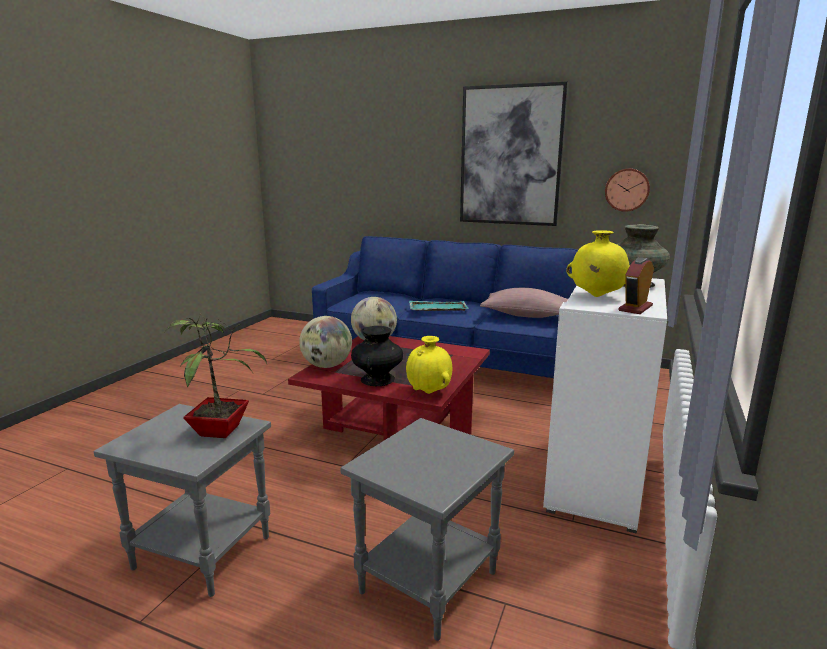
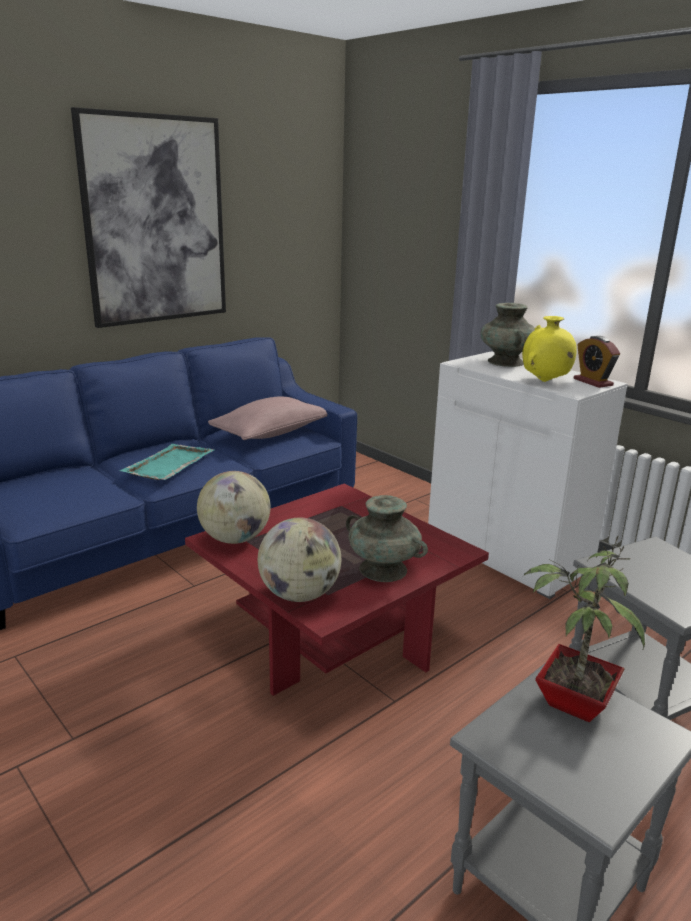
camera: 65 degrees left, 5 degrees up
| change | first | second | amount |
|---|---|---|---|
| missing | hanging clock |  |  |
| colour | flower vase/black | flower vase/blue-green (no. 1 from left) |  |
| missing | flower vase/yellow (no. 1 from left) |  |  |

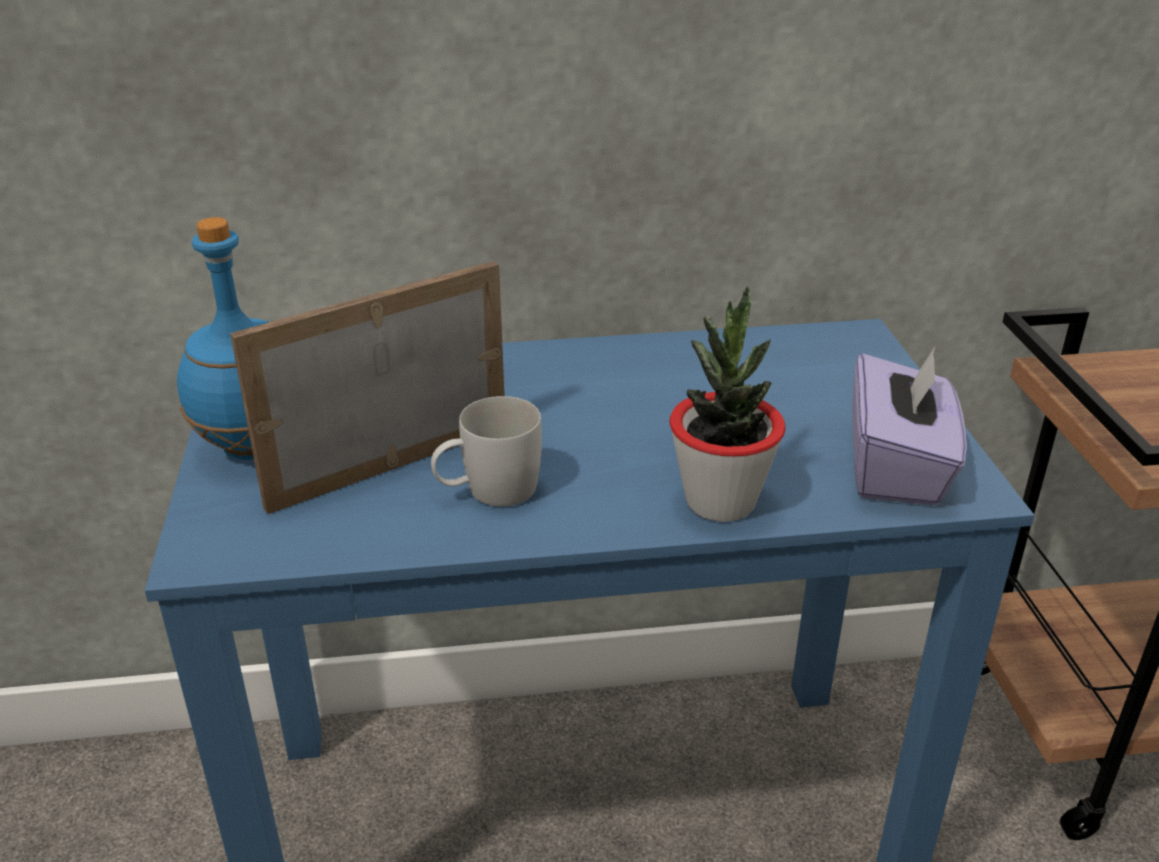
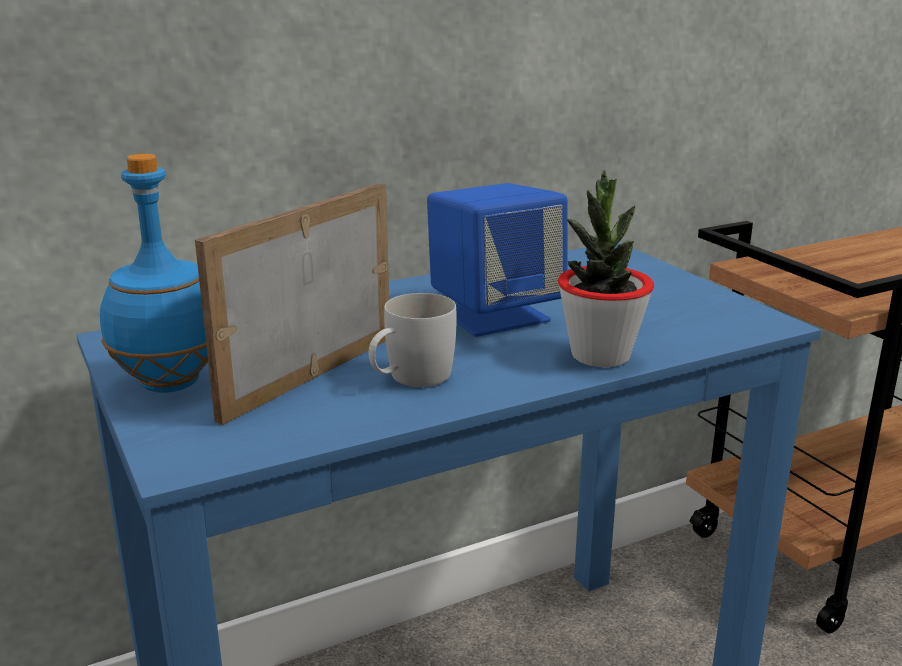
camera: 20 degrees left, 10 degrees down
| change | first | second | amount |
|---|---|---|---|
| missing | tissue holder/purple |  |  |
| appeared |  | loudspeaker/blue |  |

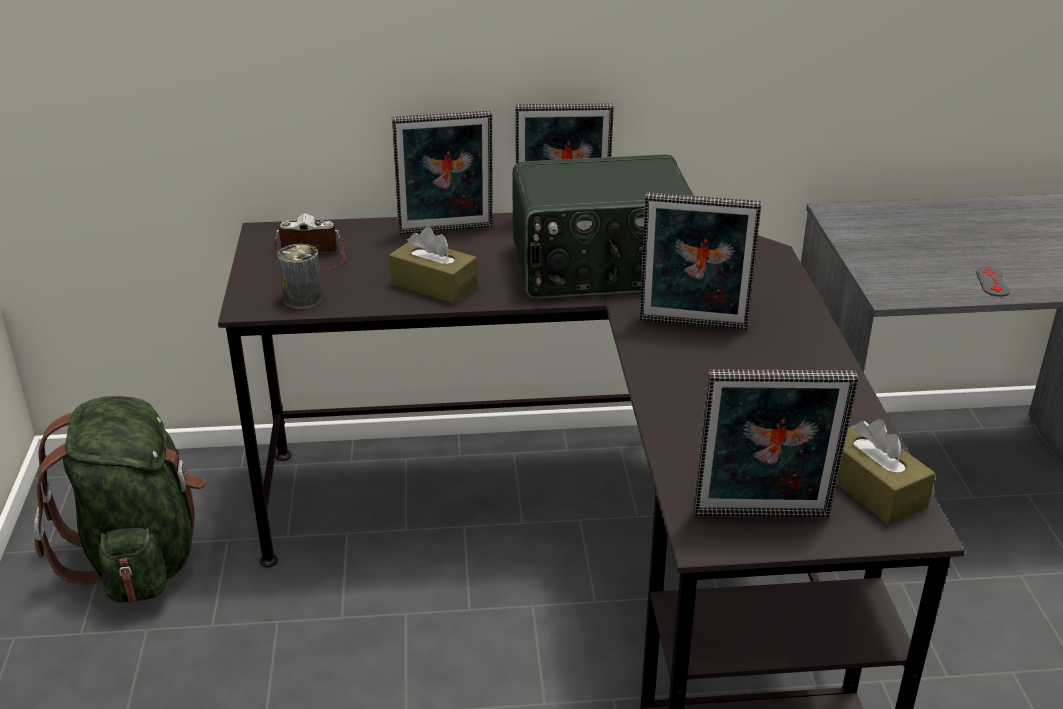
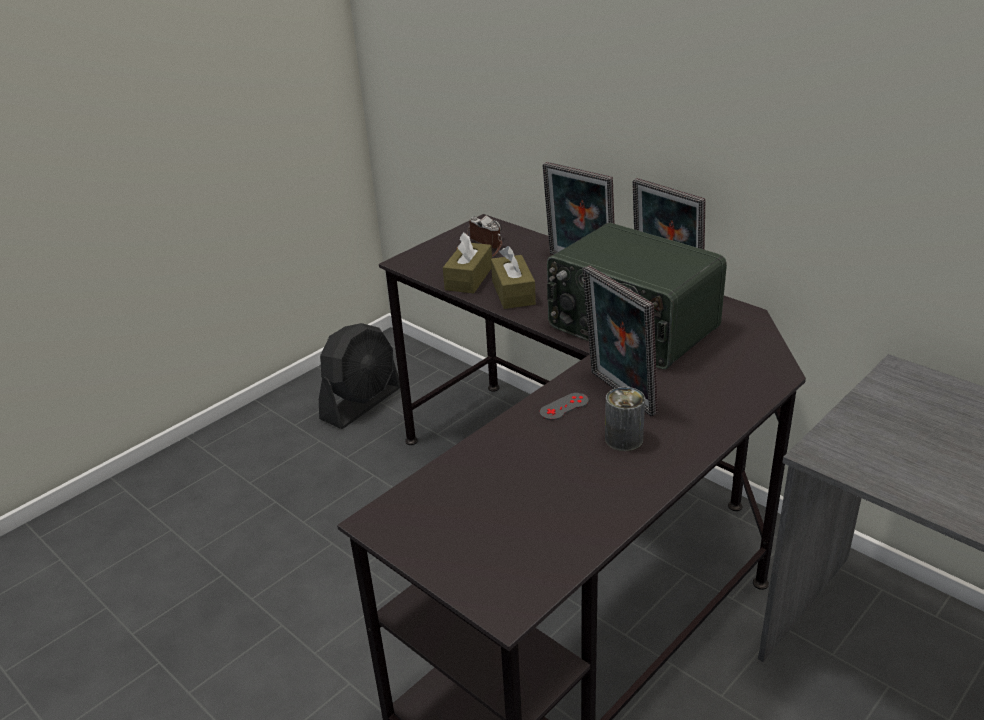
camera: 50 degrees right, 0 degrees up
| change | first | second | amount |
|---|---|---|---|
| relocated | sealed can |  |  |
| relocated | joypad/gray |  |  |
| missing | picture frame (no. 4 from left) |  |  |
| exchanged | backpack/green | cooling fan/black |  |
| relocated | tissue holder/brown (no. 2 from left in the first image) | tissue holder/brown (no. 1 from left) |  |

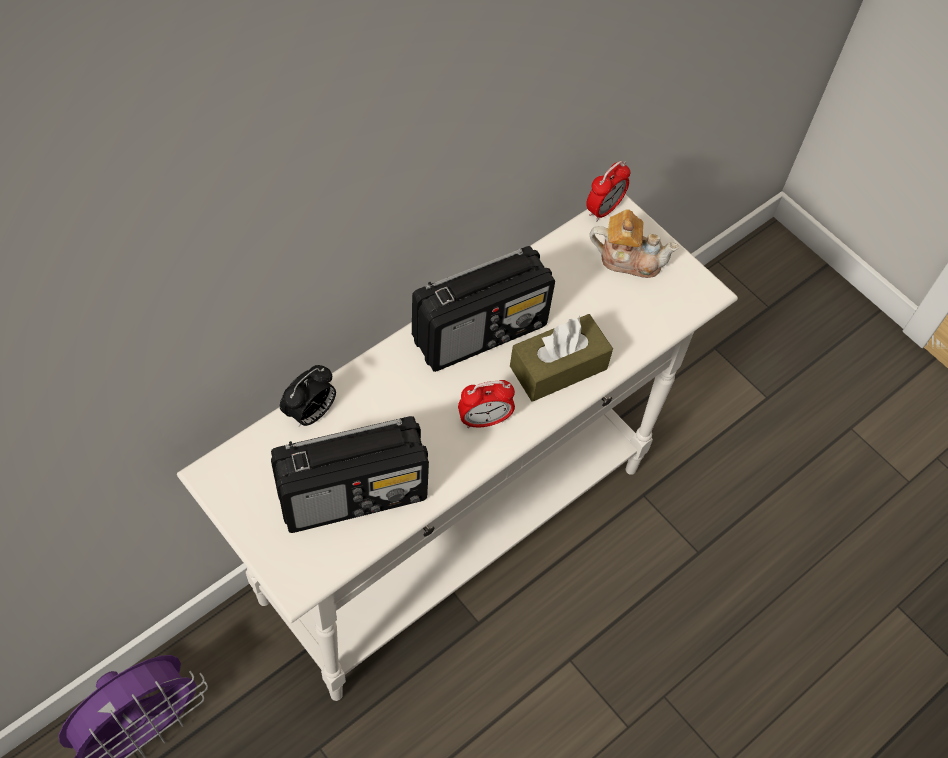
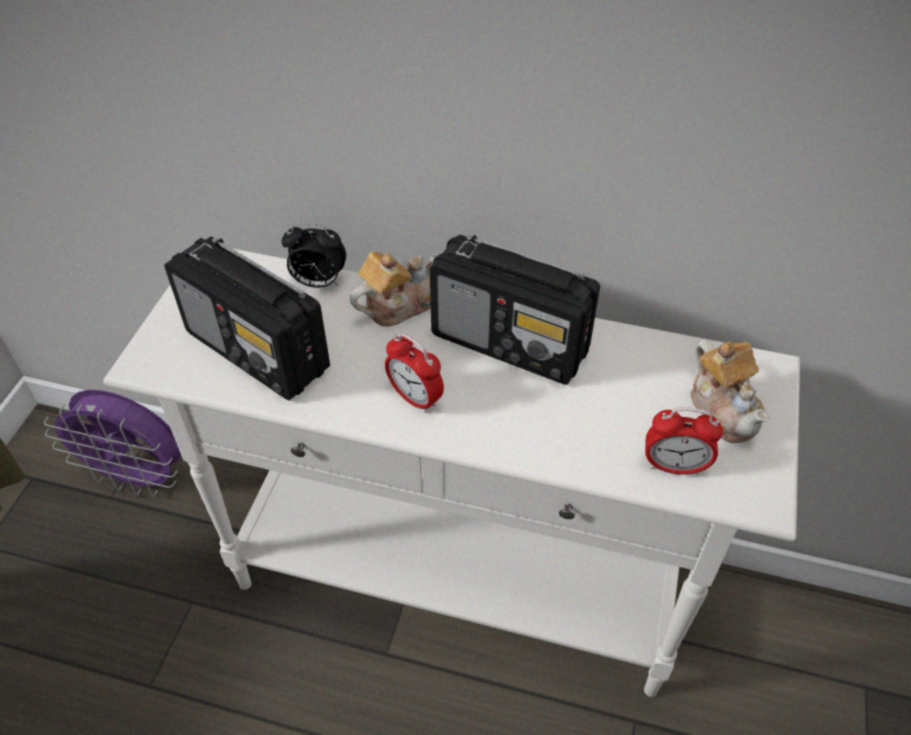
camera: 60 degrees right, 10 degrees down
| change | first | second | amount |
|---|---|---|---|
| relocated | table clock (no. 3 from left) |  |  |
| missing | tissue holder/brown |  |  |
| appeared |  | pot for tea (no. 1 from left) |  |

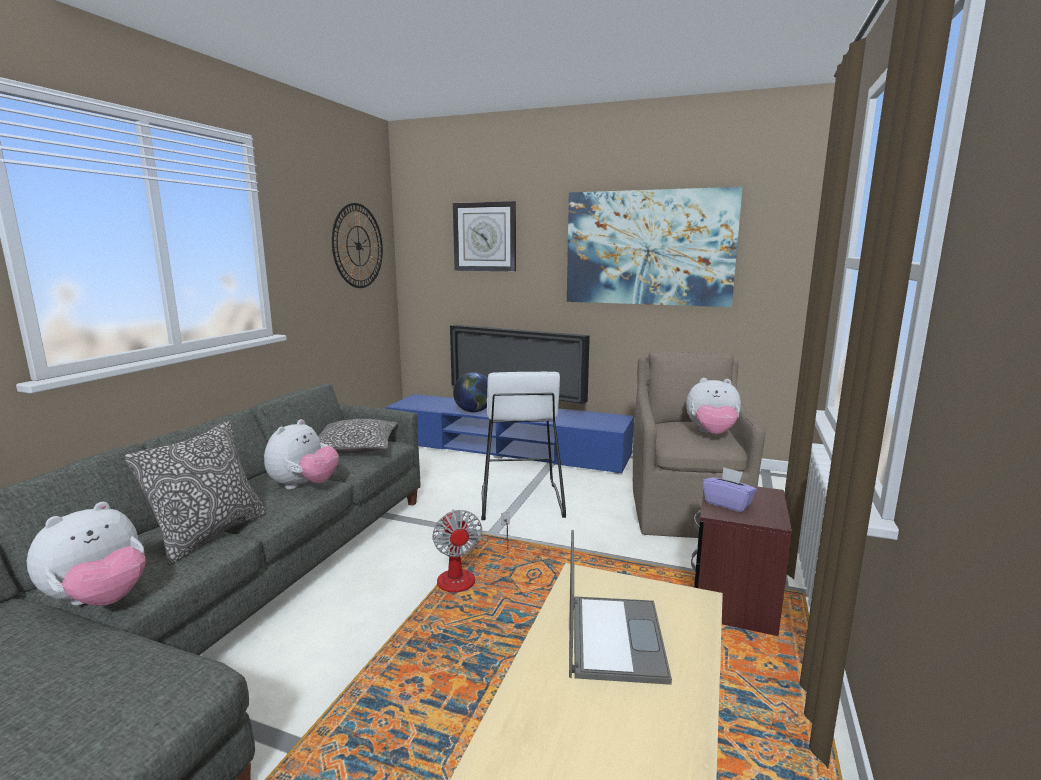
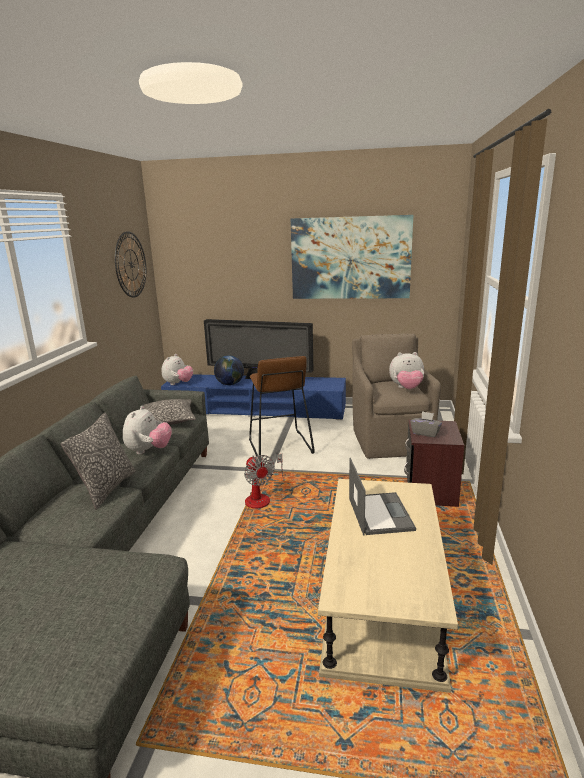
camera: 10 degrees left, 5 degrees up
| change | first | second | amount |
|---|---|---|---|
| missing | hanging clock (no. 2 from left) |  |  |
| colour | stool/white-coloured | stool/brown |  |
| colour | tissue holder/purple | tissue holder/gray |  |
| relocated | cuddly toy (no. 1 from left in the first image) | cuddly toy (no. 2 from left) |  |

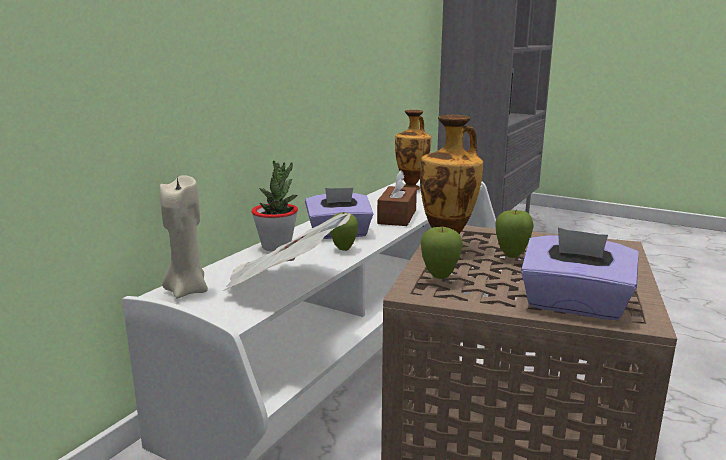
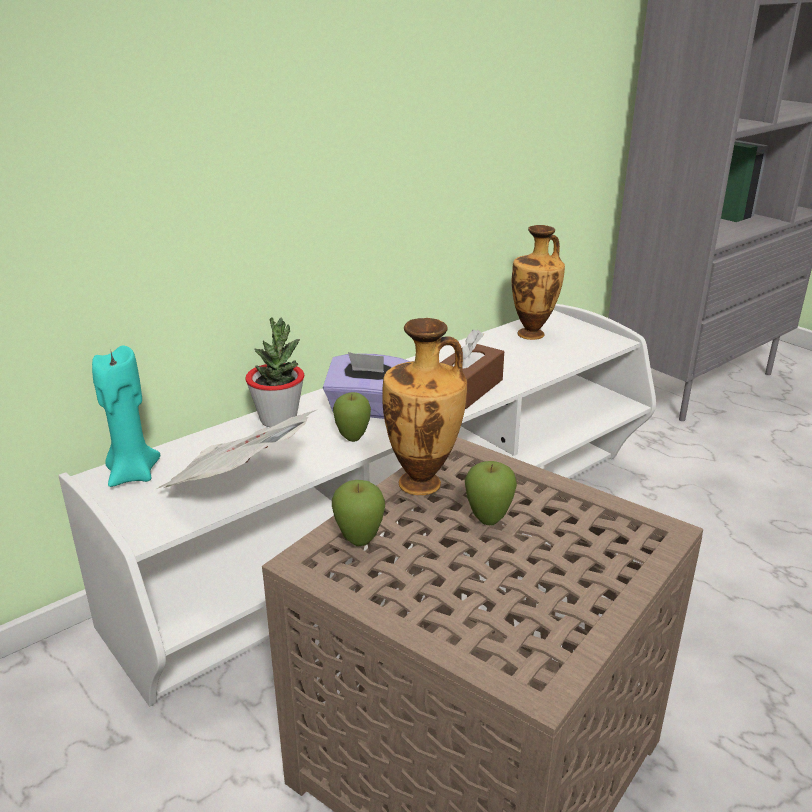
camera: 20 degrees right, 10 degrees up
| change | first | second | amount |
|---|---|---|---|
| colour | wax candle/sand-coloured | wax candle/blue-green |  |
| missing | tissue holder/purple (no. 2 from left) |  |  |

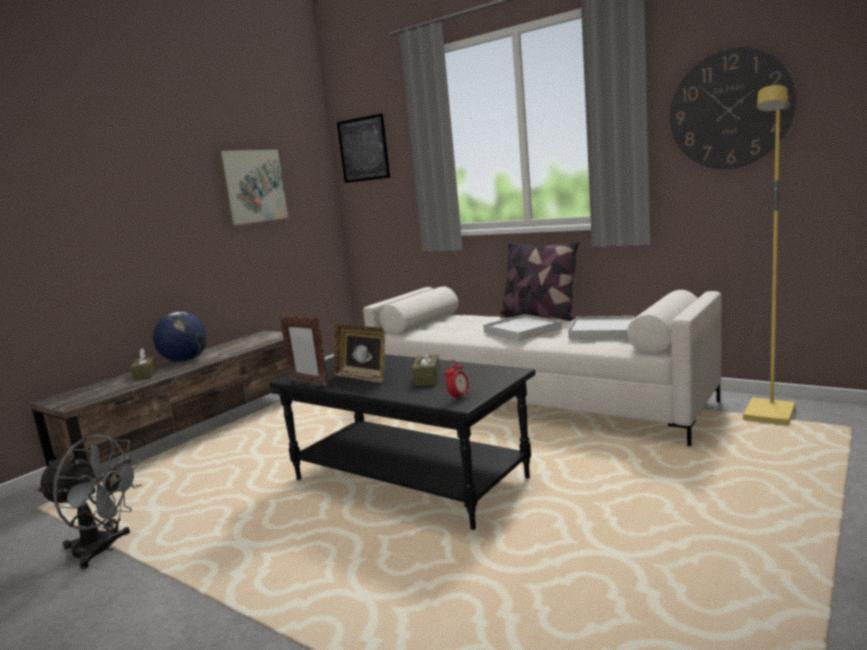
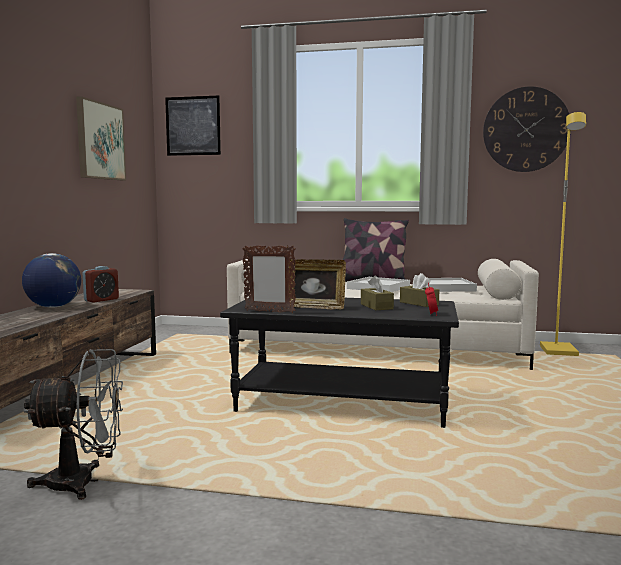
camera: 25 degrees left, 5 degrees down
| change | first | second | amount |
|---|---|---|---|
| relocated | tissue holder/brown (no. 1 from left in the first image) | tissue holder/brown (no. 2 from left) |  |
| appeared |  | table clock (no. 1 from left) |  |

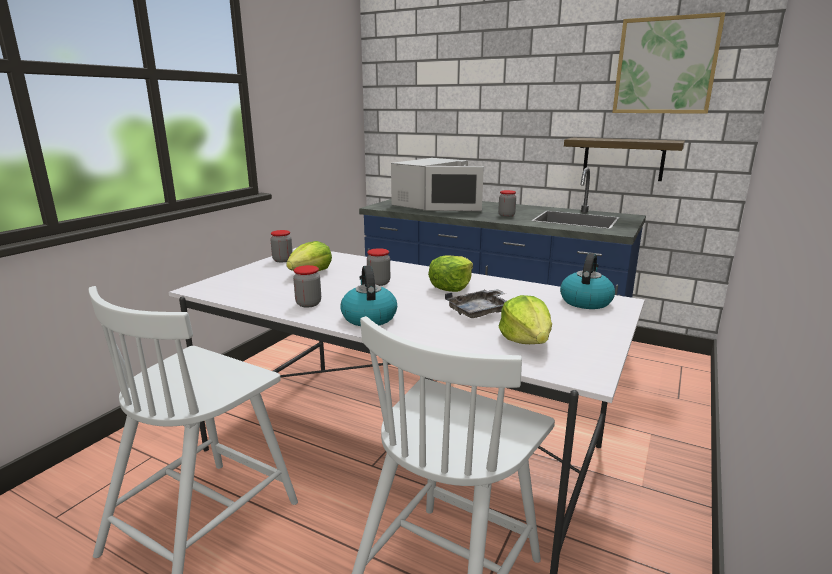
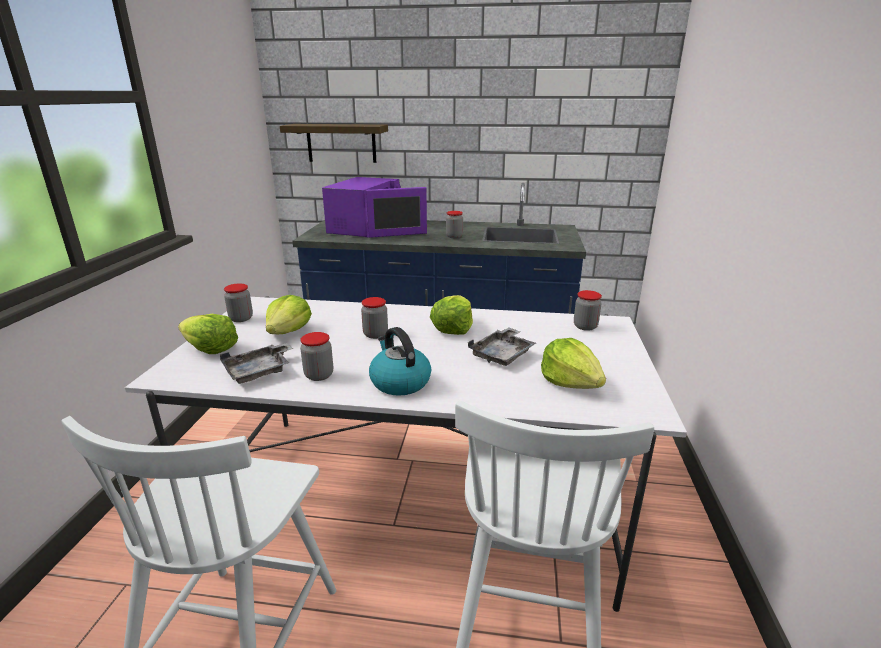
camera: 20 degrees left, 5 degrees up
| change | first | second | amount |
|---|---|---|---|
| missing | wall picture |  |  |
| relocated | wall shelf |  |  |
| colour | kitchen microwave/white-coloured | kitchen microwave/purple |  |
| exchanged | kettle (no. 2 from left) | preserve jar (no. 5 from left) |  |
| appeared |  | lettuce (no. 1 from left) |  |
| appeared |  | carrying tray/gray (no. 1 from left) |  |

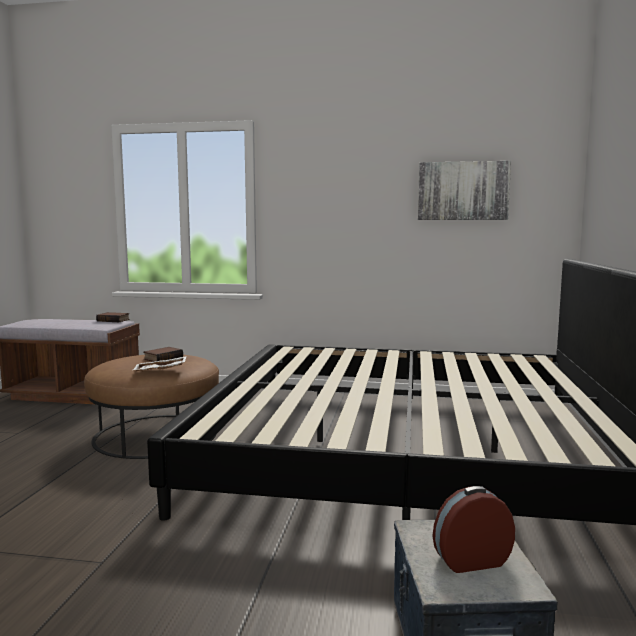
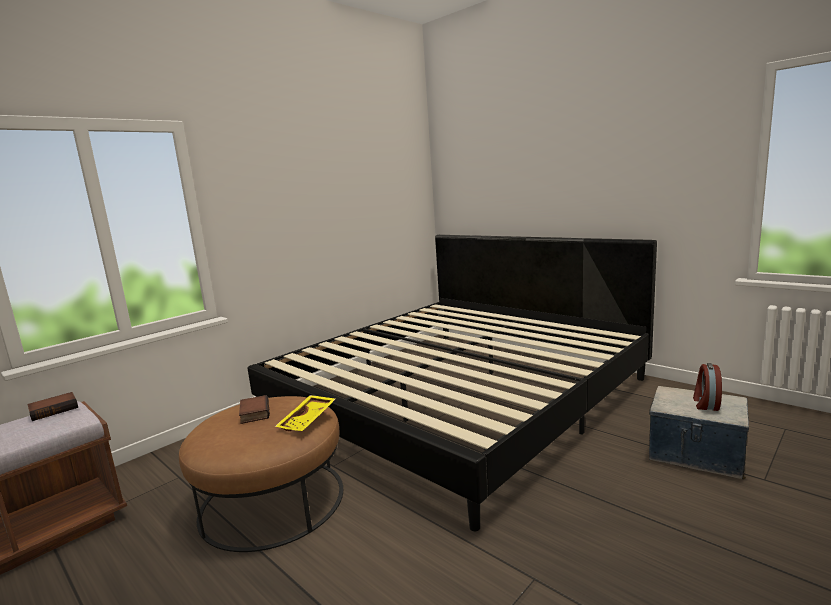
camera: 55 degrees left, 5 degrees up
| change | first | second | amount |
|---|---|---|---|
| missing | wall picture |  |  |
| colour | carrying tray/white-coloured | carrying tray/yellow |  |

